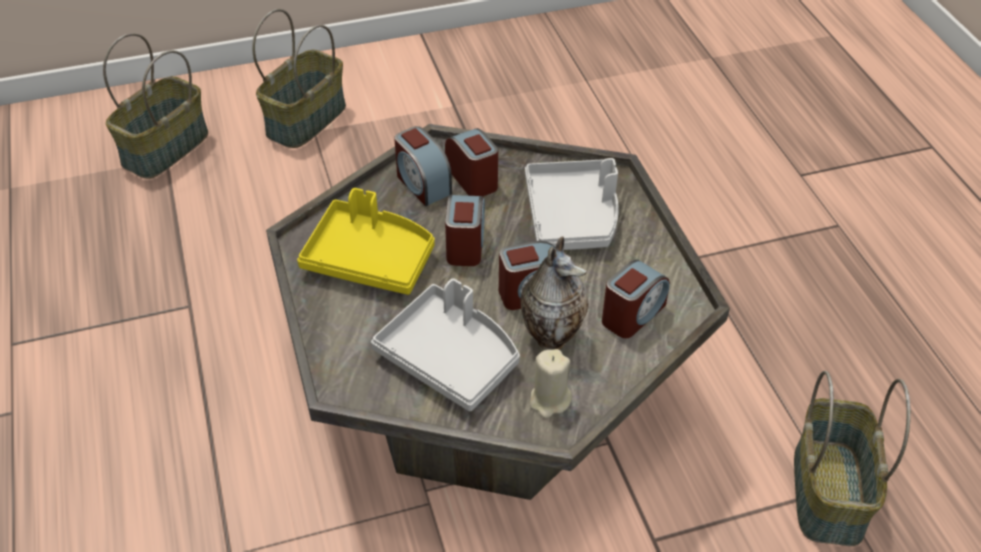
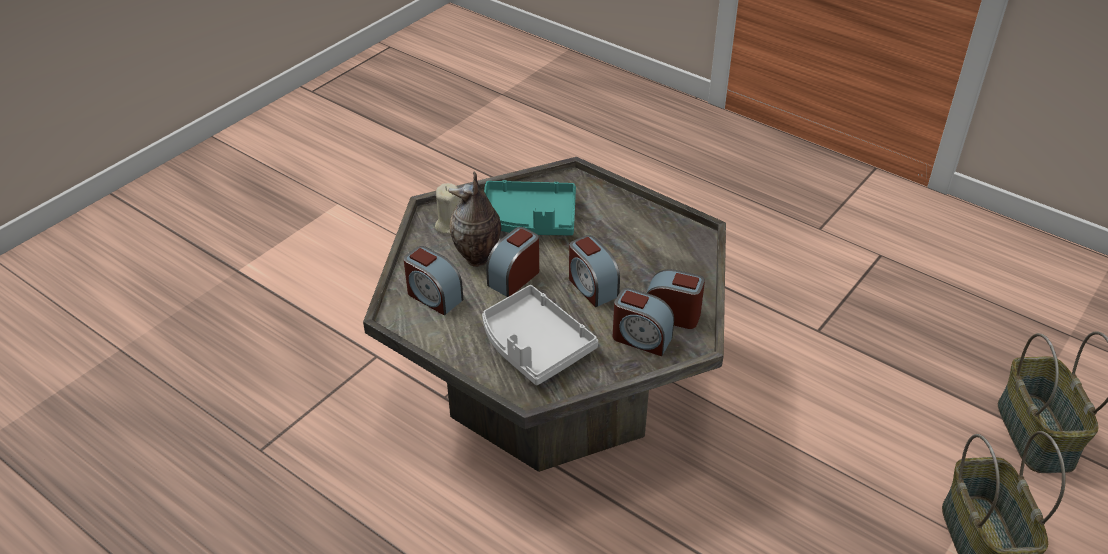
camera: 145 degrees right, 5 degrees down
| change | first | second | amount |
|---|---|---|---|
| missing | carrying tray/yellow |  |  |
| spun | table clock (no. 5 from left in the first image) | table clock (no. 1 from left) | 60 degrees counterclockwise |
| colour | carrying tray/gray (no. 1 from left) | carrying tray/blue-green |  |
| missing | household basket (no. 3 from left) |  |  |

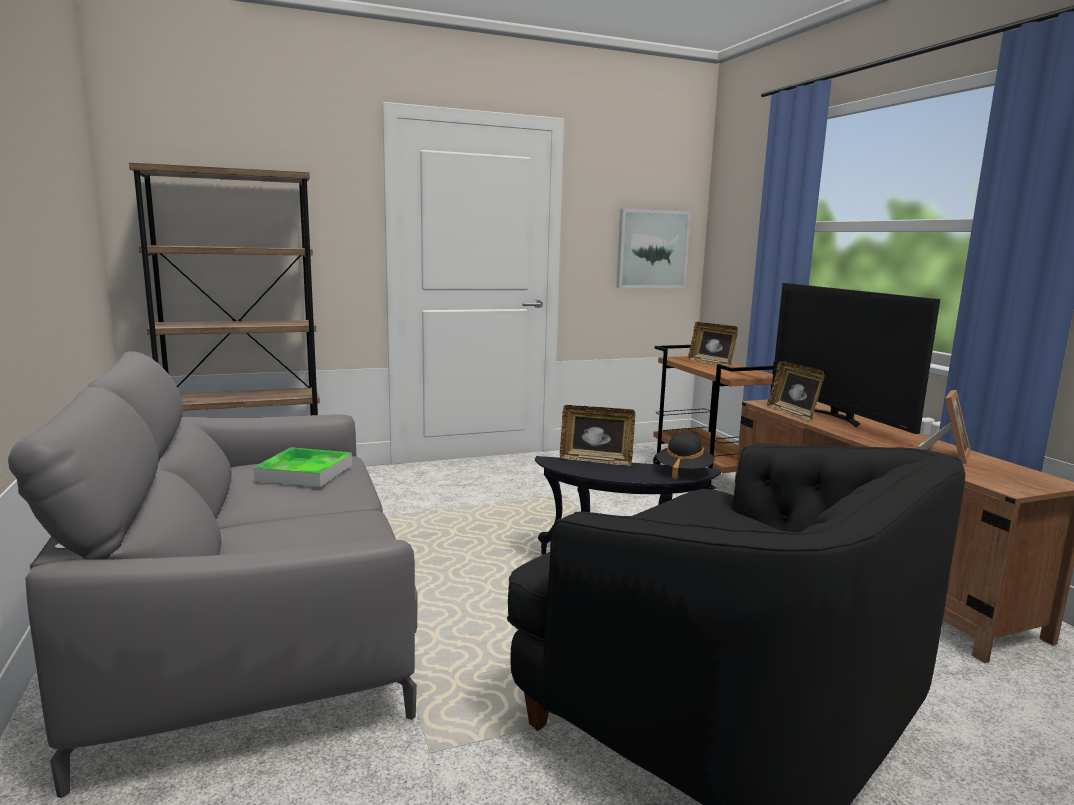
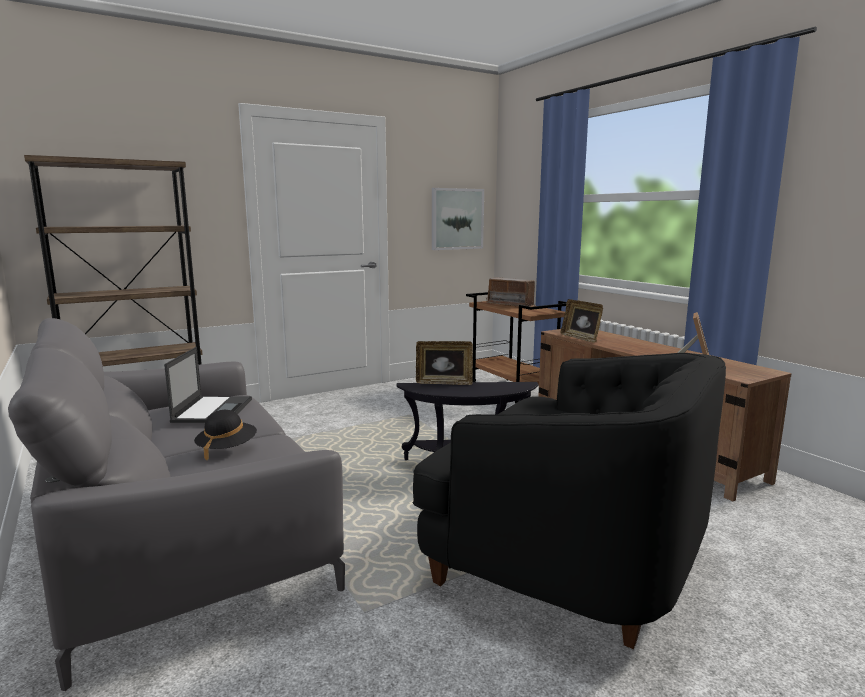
camera: 10 degrees left, 0 degrees up
| change | first | second | amount |
|---|---|---|---|
| missing | television |  |  |
| exchanged | picture frame (no. 2 from left) | radio set |  |
| relocated | clothing hat/black |  |  |
| exchanged | carrying tray | laptop |  |

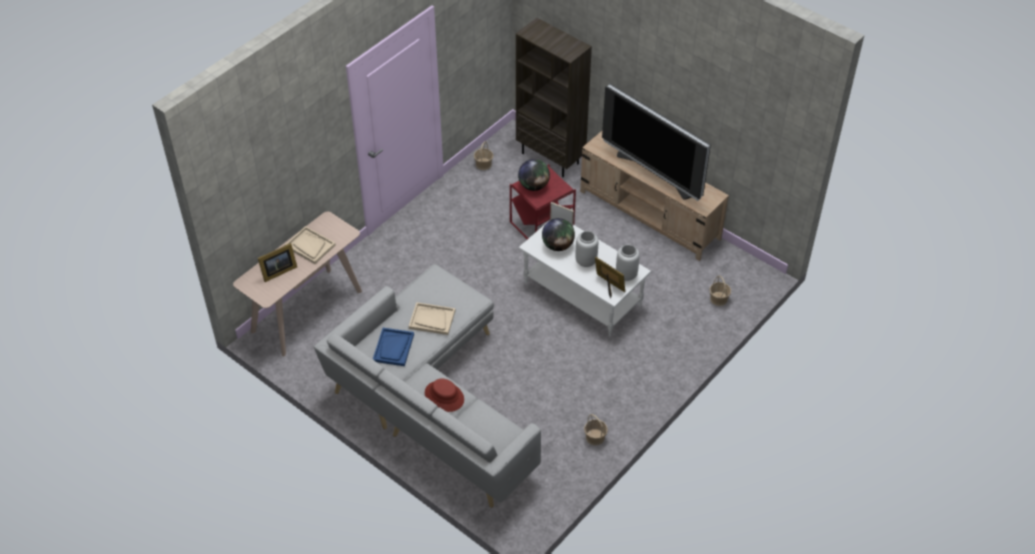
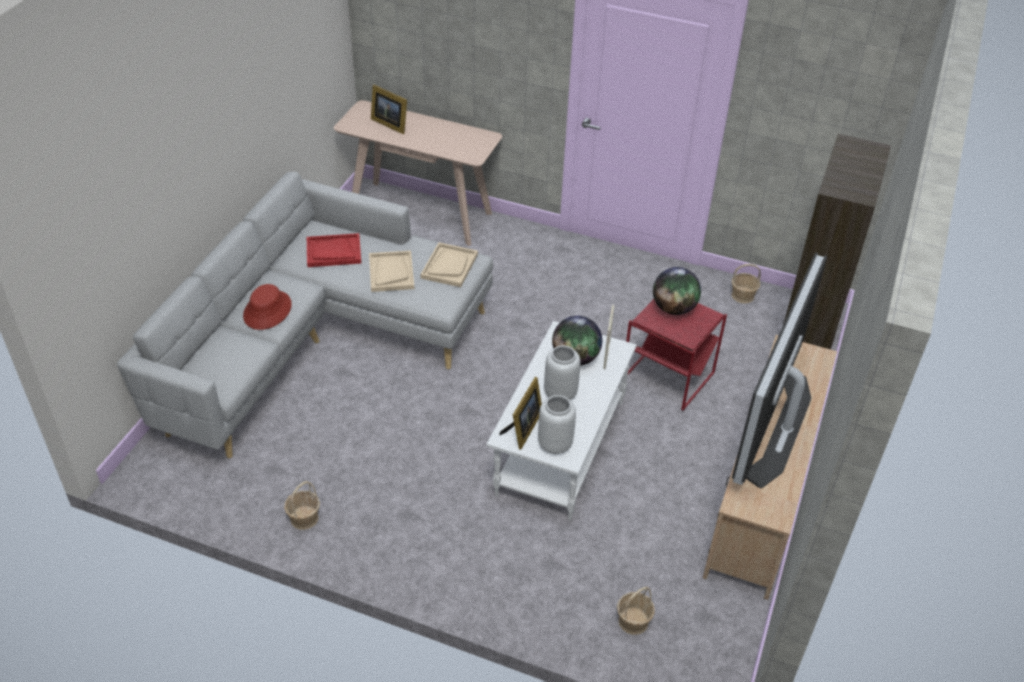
camera: 70 degrees right, 5 degrees down
| change | first | second | amount |
|---|---|---|---|
| relocated | carrying tray/sand-coloured (no. 1 from left in the first image) | carrying tray/sand-coloured (no. 2 from left) |  |
| colour | carrying tray/blue | carrying tray/red-coloured |  |

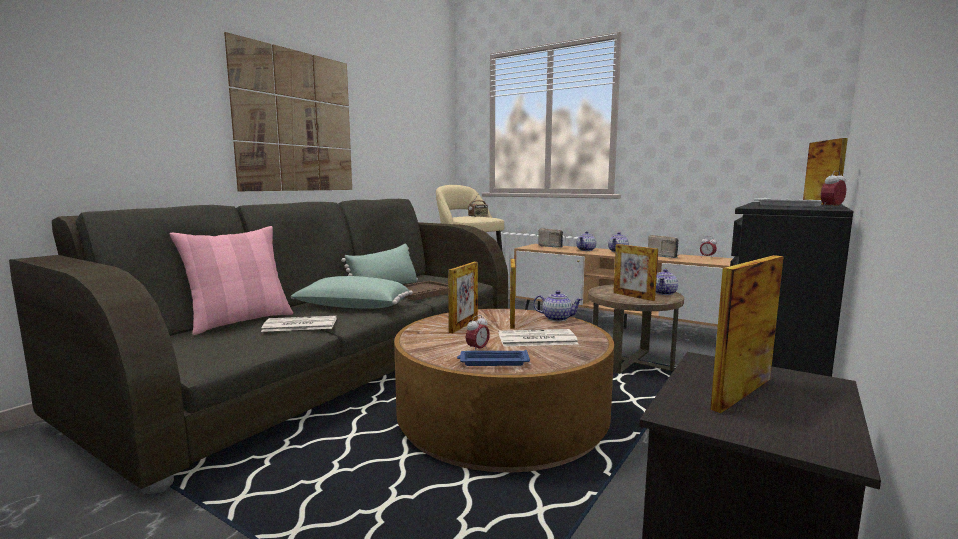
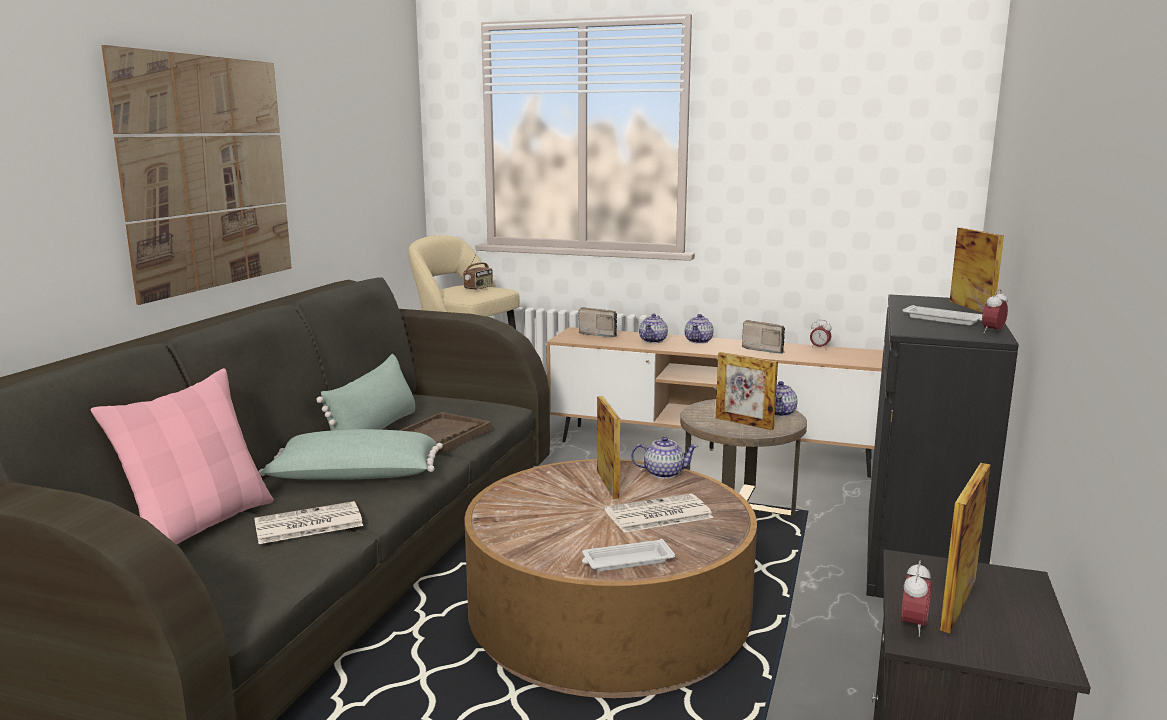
camera: 15 degrees left, 5 degrees up
| change | first | second | amount |
|---|---|---|---|
| missing | picture frame (no. 1 from left) |  |  |
| relocated | table clock (no. 1 from left in the first image) | table clock (no. 2 from left) |  |
| colour | carrying tray/blue | carrying tray/white-coloured (no. 1 from left) |  |

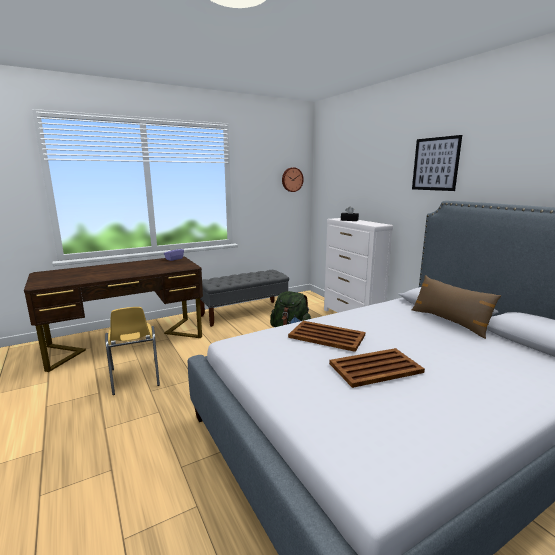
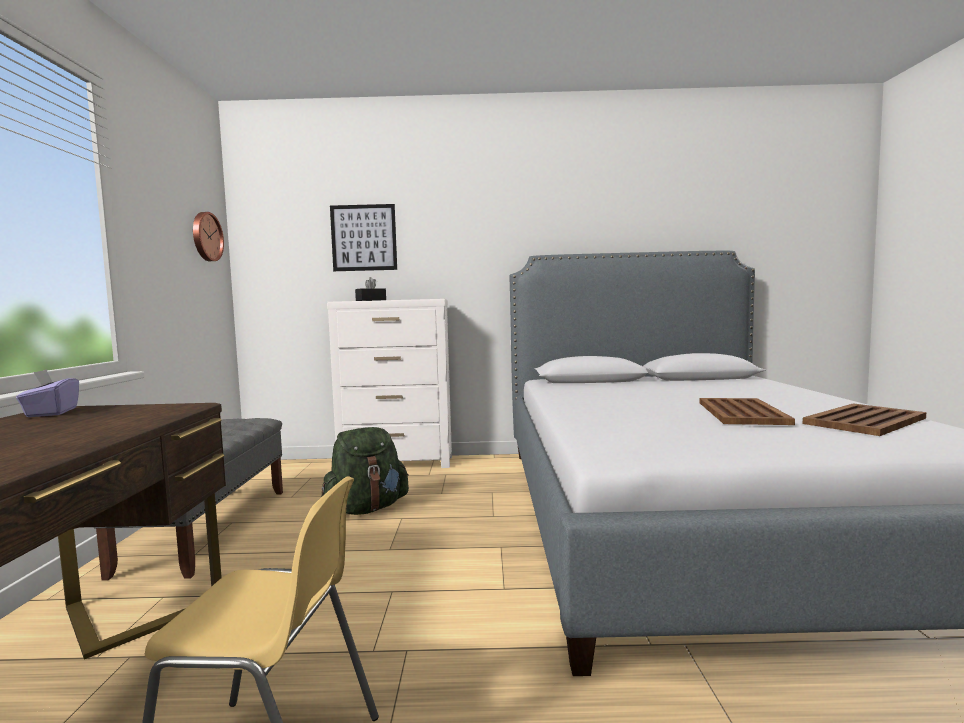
camera: 60 degrees left, 10 degrees down
| change | first | second | amount |
|---|---|---|---|
| relocated | wall picture |  |  |
| missing | cushion/brown |  |  |
| relocated | carrying tray/brown (no. 1 from left in the first image) | carrying tray/brown (no. 2 from left) |  |

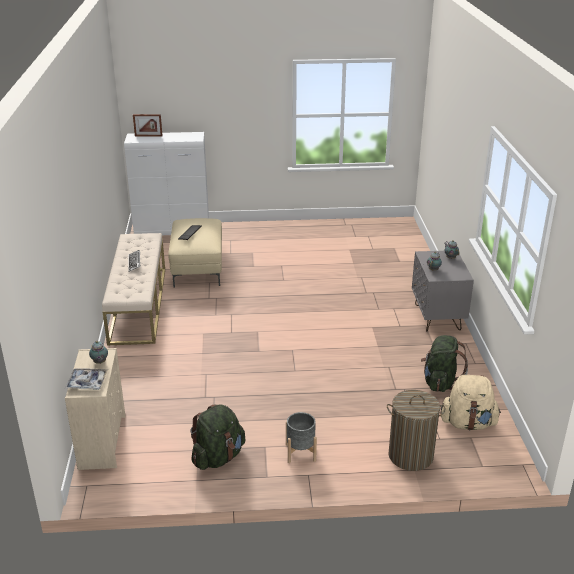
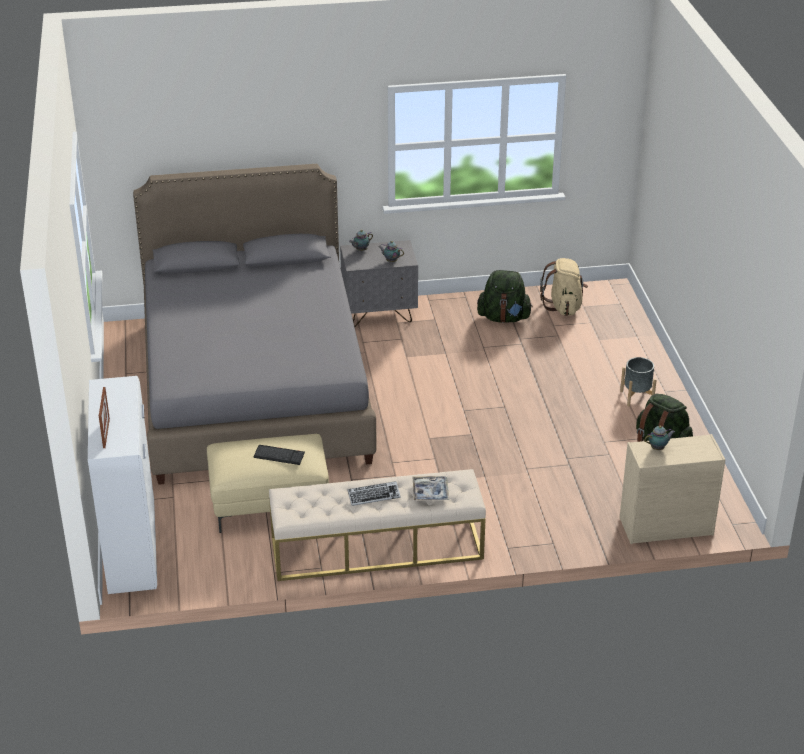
camera: 95 degrees left, 5 degrees up
| change | first | second | amount |
|---|---|---|---|
| relocated | carrying tray |  |  |
| missing | hamper |  |  |
| appeared |  | sleeping bed/gray |  |

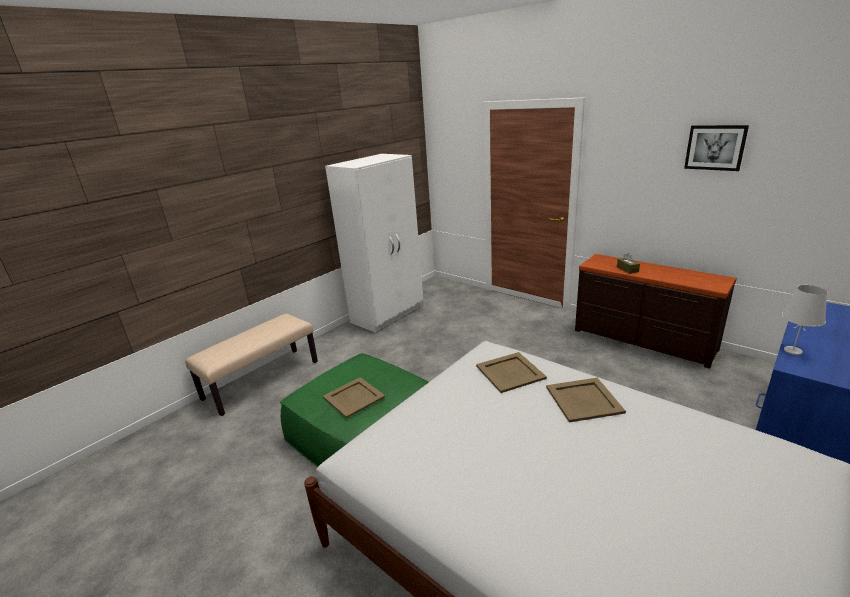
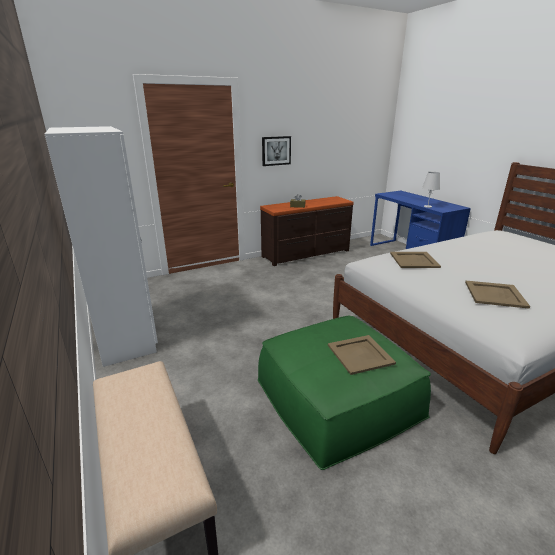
camera: 70 degrees left, 0 degrees up
| change | first | second | amount |
|---|---|---|---|
| relocated | wall picture |  |  |
| relocated | carrying tray/sand-coloured (no. 3 from left) |  |  |

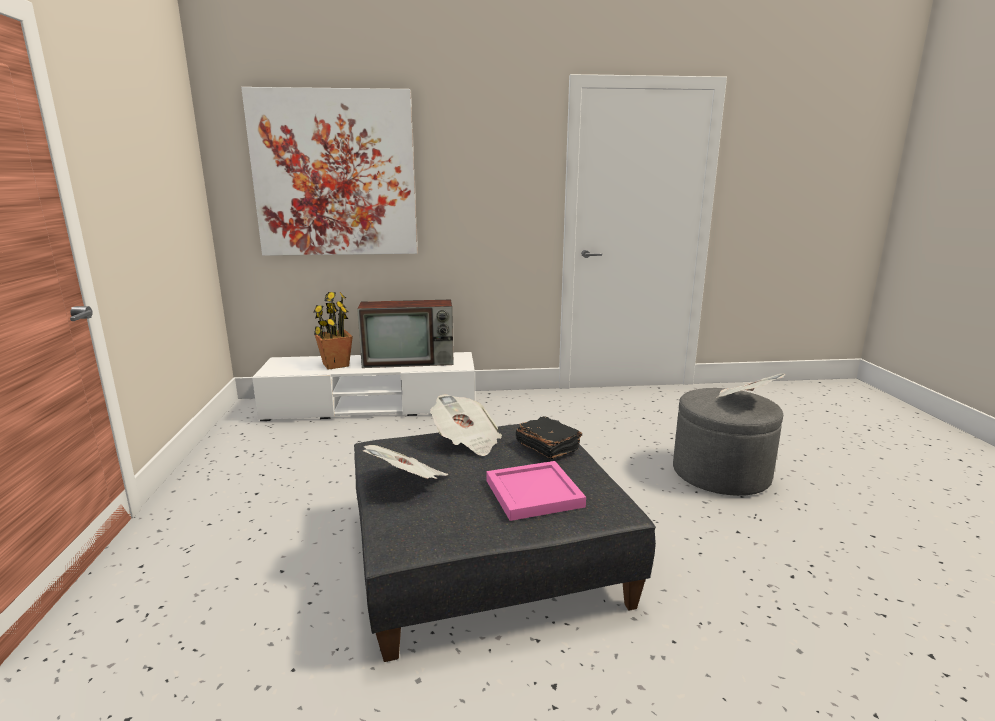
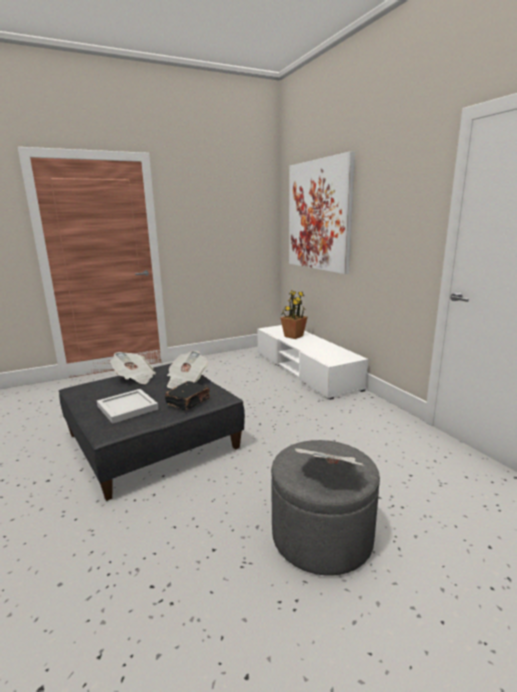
camera: 70 degrees right, 0 degrees up
| change | first | second | amount |
|---|---|---|---|
| missing | television |  |  |
| colour | carrying tray/pink | carrying tray/white-coloured |  |

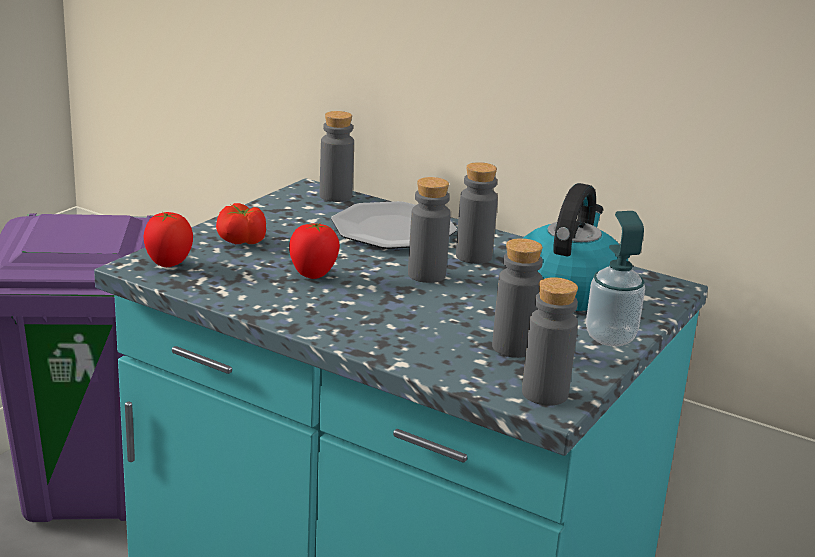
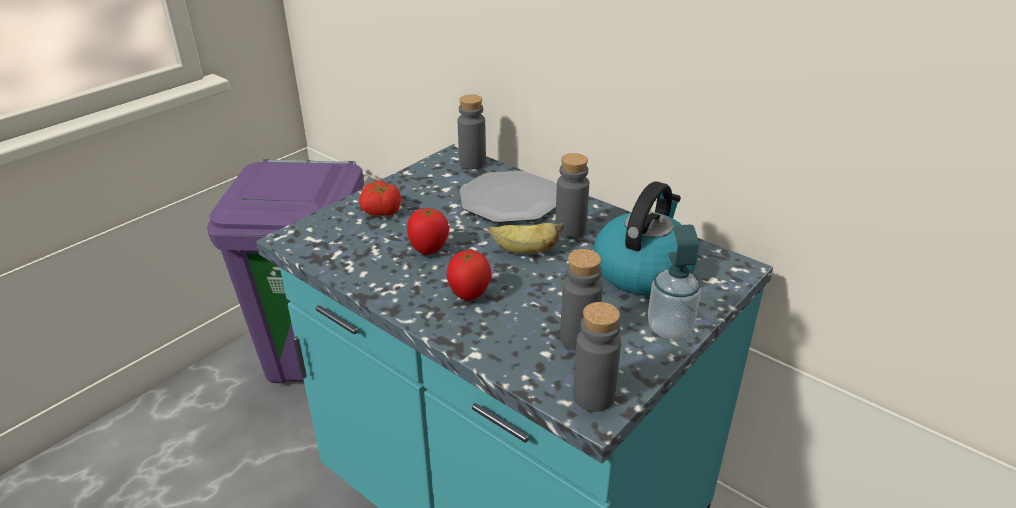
camera: 10 degrees right, 10 degrees up
| change | first | second | amount |
|---|---|---|---|
| exchanged | drink bottle/gray (no. 2 from left) | banana fruit |  |
| relocated | fresh tomato (no. 1 from left in the first image) | fresh tomato (no. 3 from left) |  |

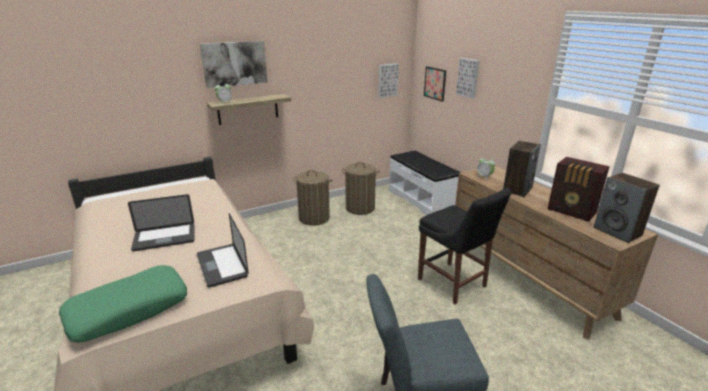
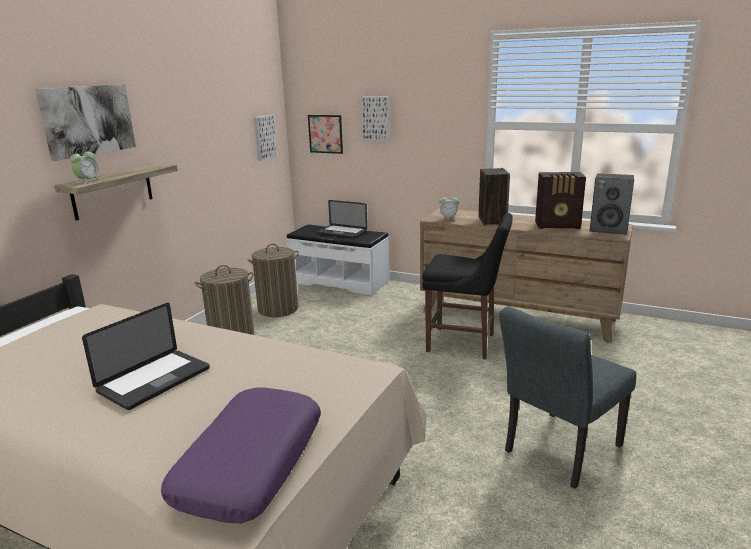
camera: 35 degrees left, 5 degrees down
| change | first | second | amount |
|---|---|---|---|
| relocated | laptop (no. 2 from left) |  |  |
| colour | cushion/green | cushion/purple |  |

